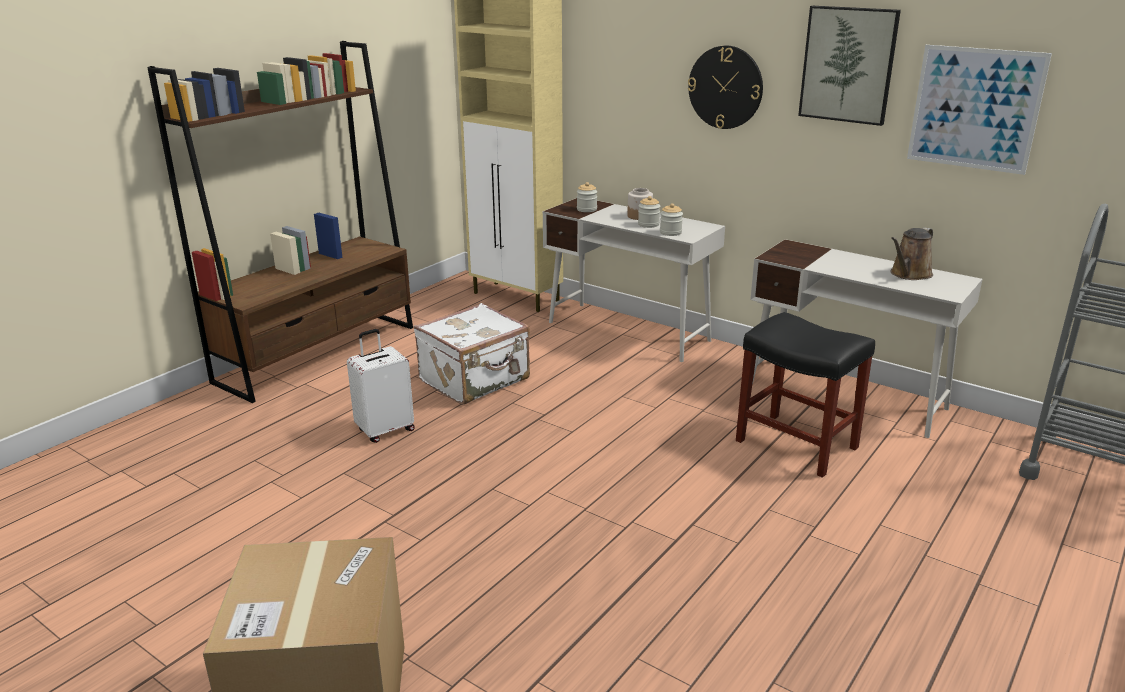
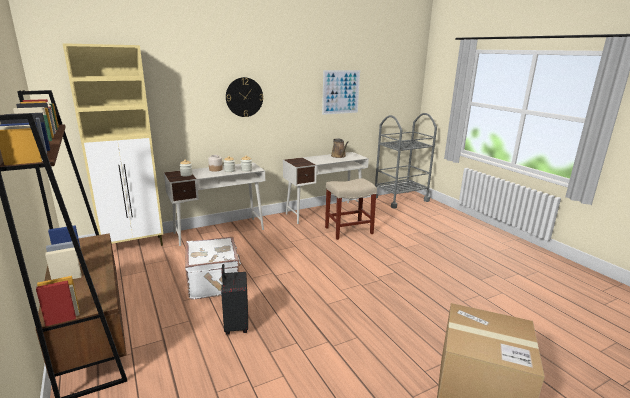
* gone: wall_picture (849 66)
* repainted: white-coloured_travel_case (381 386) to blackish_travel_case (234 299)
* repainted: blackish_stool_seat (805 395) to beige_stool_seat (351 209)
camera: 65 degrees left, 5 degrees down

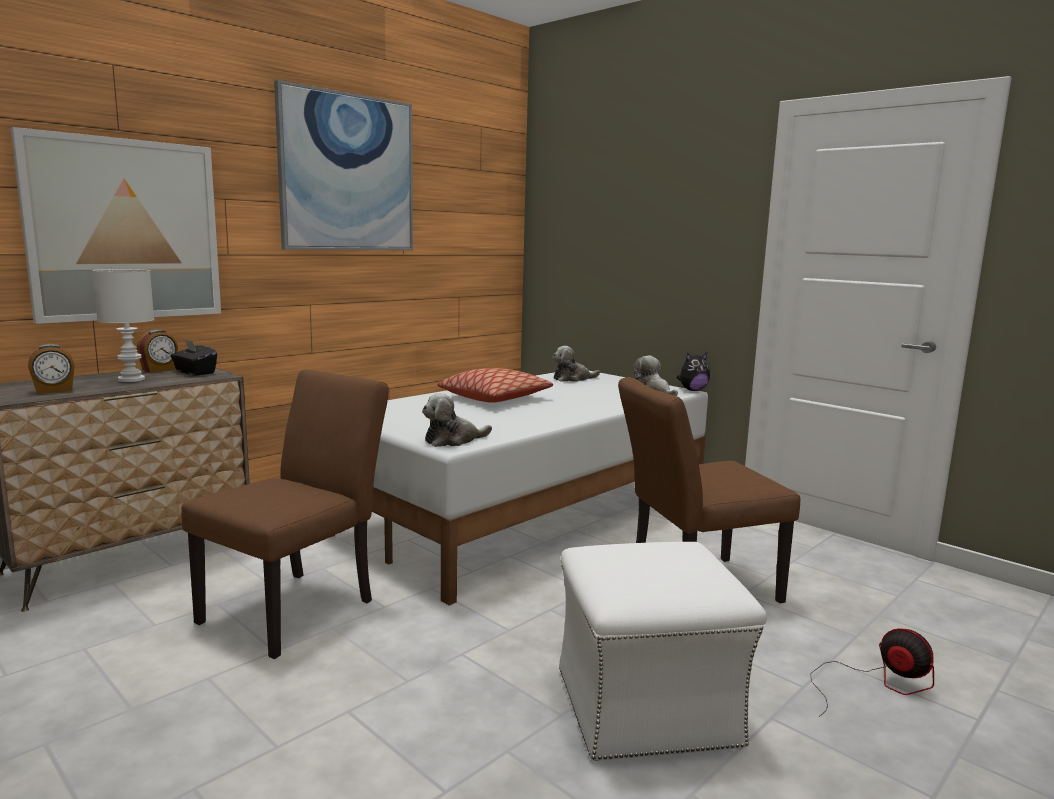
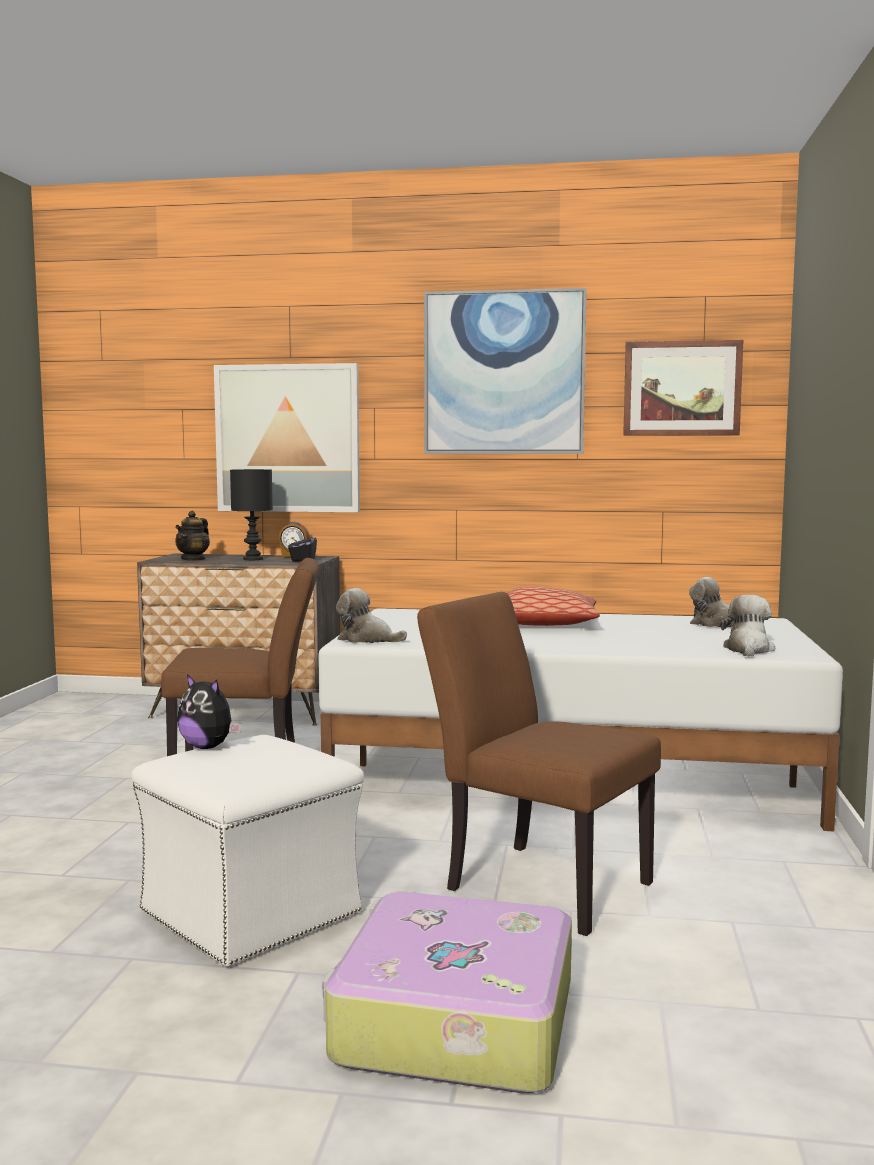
* new: wall_picture (683 388)
* shifted: cuddly_toy (693 372) to (209 711)
* swapped: bedside_clock (51 369) to pot_for_tea (192 536)
* swapped: electric_fan (872 672) to travel_case (447 992)
* repainted: white-coloured_tabletop_lamp (123 325) to blackish_tabletop_lamp (251 514)
camera: 55 degrees right, 5 degrees down

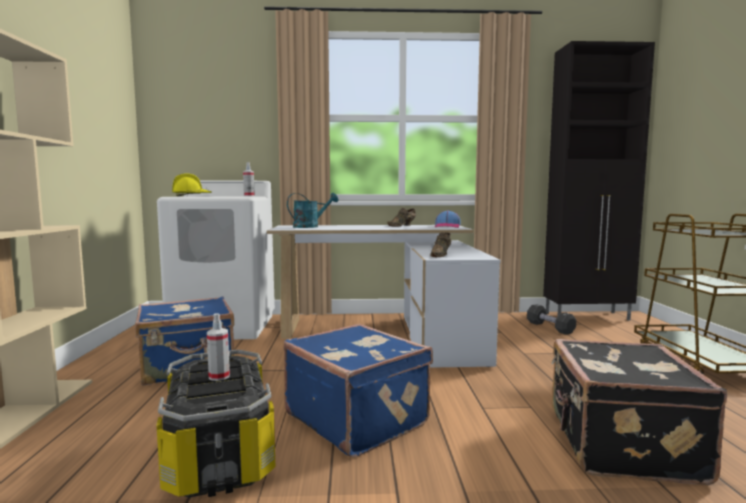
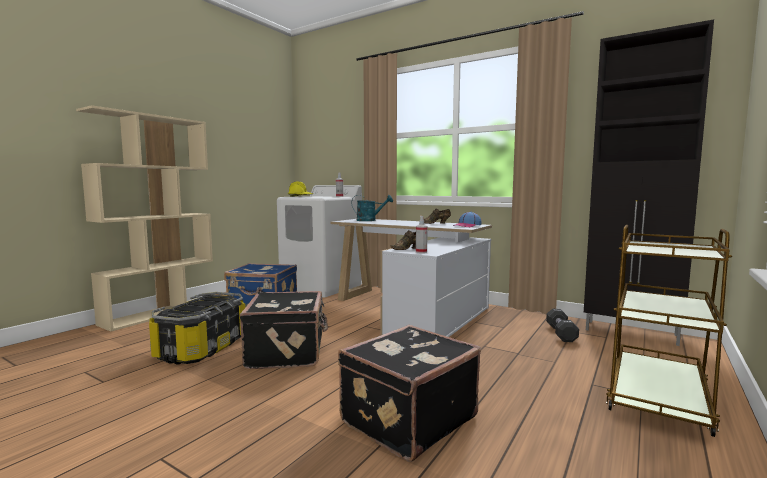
* shifted: spray_bottle (218 347) to (422 234)
* repainted: bluish_travel_case (358 390) to blackish_travel_case (284 330)
camera: 35 degrees right, 0 degrees up

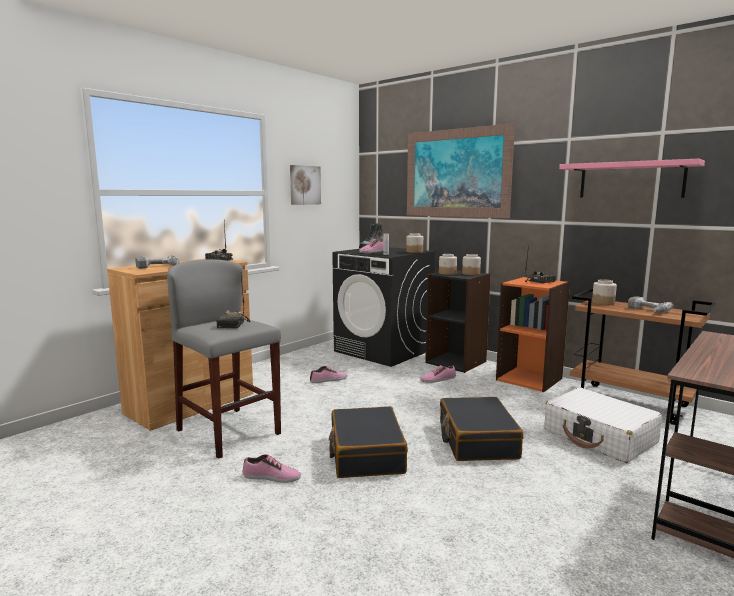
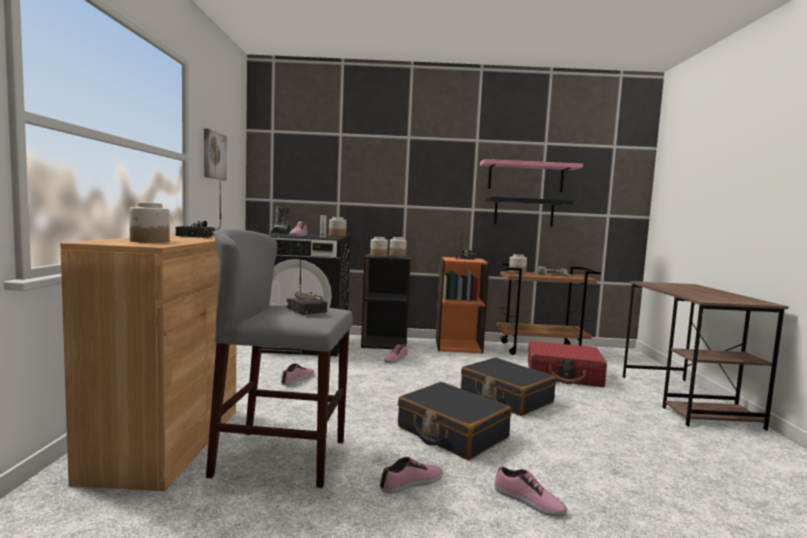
* gone: wall_picture (461 170)
* new: blackish_wall_shelf (529 212)
* new: low_shoe (531 492)
* swapped: power_drill (157 262) to jar (149 222)
* repainted: white-coloured_travel_case (603 425) to red-coloured_travel_case (567 364)
camera: 40 degrees left, 5 degrees down

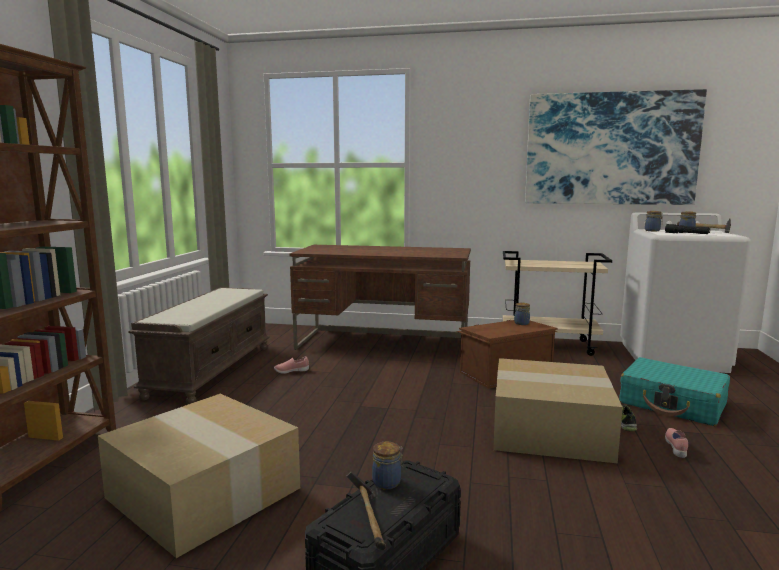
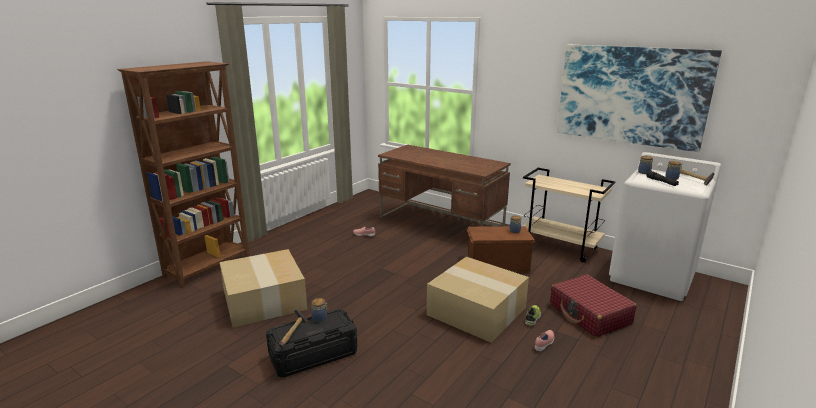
* gone: brown-coloured_long_seat (199 345)
* repainted: turquoise-coloured_travel_case (675 391) to red-coloured_travel_case (593 305)
camera: 25 degrees right, 10 degrees up

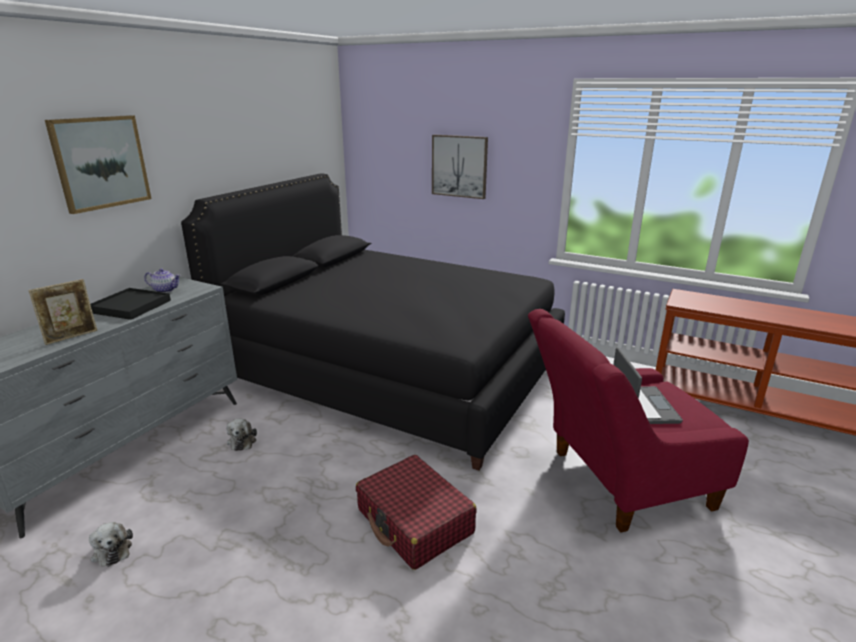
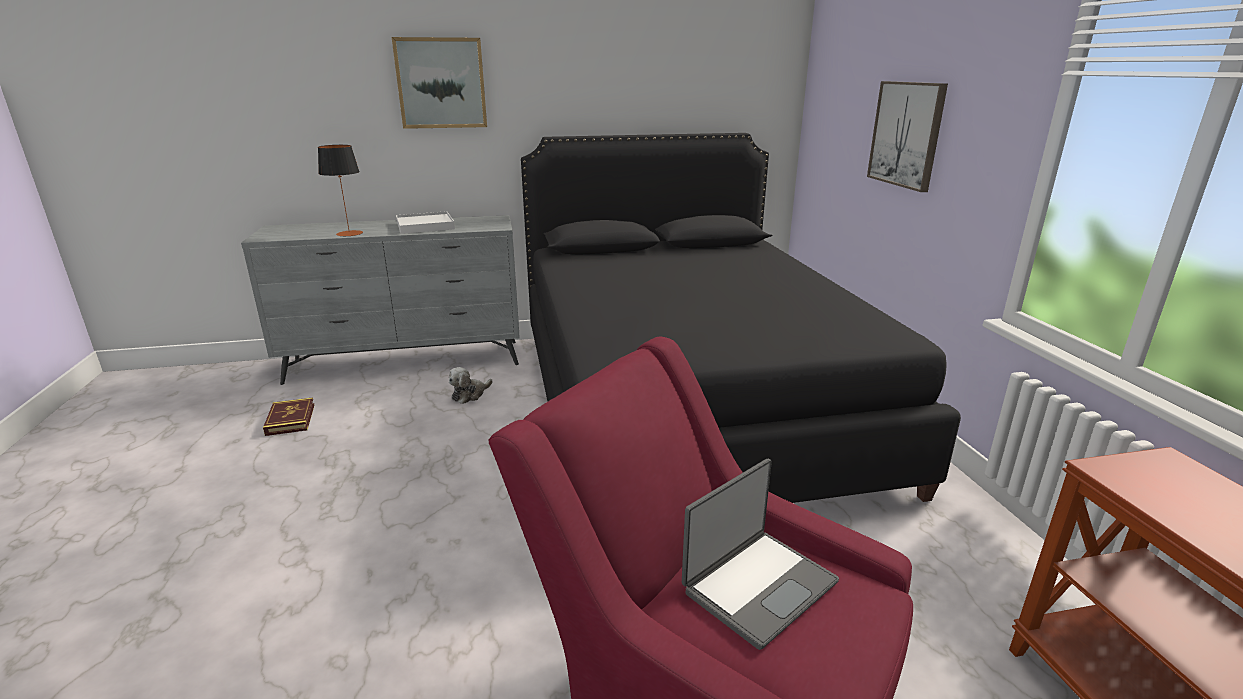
* gone: pot_for_tea (162 281)
* gone: red-coloured_travel_case (416 512)
* swapped: picture_frame (63 312) to tabletop_lamp (340 190)
* swapped: cuddly_toy (111 544) to bound_book (288 416)
* repainted: blackish_carrying_tray (130 304) to white-coloured_carrying_tray (425 222)
camera: 50 degrees right, 0 degrees up

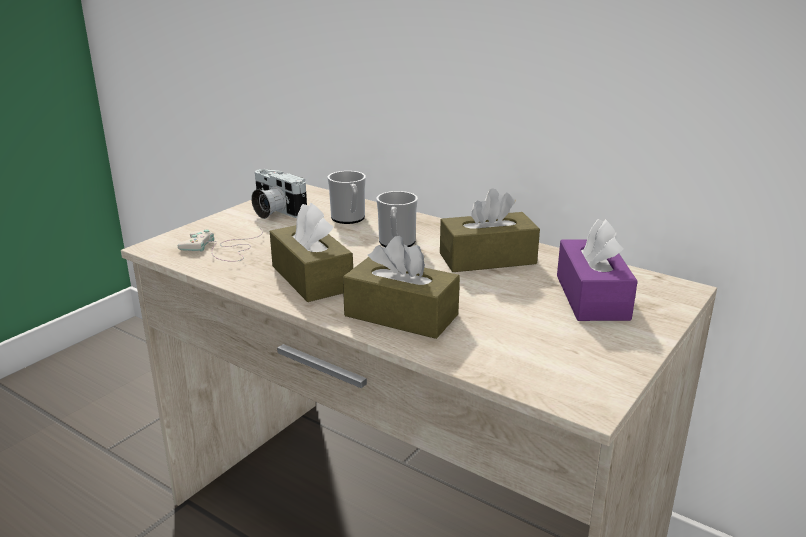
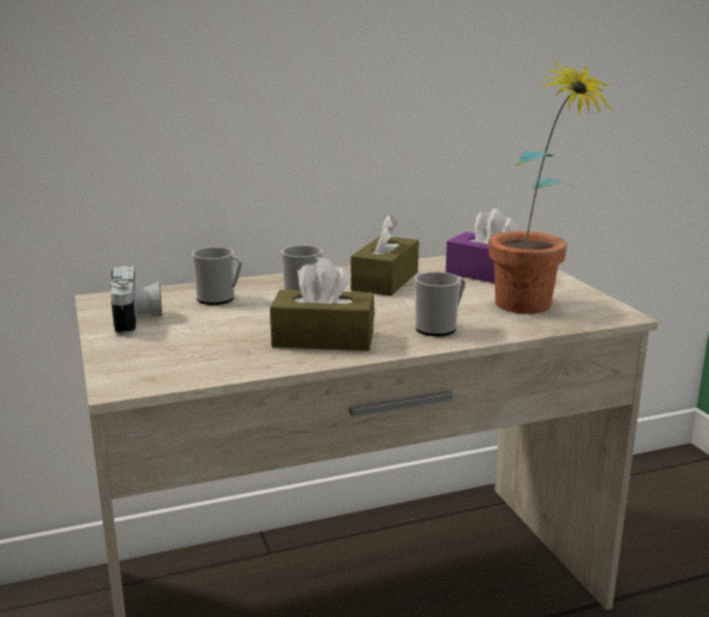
* gone: white-coloured_joypad (220 245)
* new: houseplant (551 187)
* swapped: brown-coloured_tissue_box (401 287) to coffee_mug (440 304)
* rotated: still_camera (279 194) = (136 300) 90 degrees counterclockwise
camera: 55 degrees left, 5 degrees down

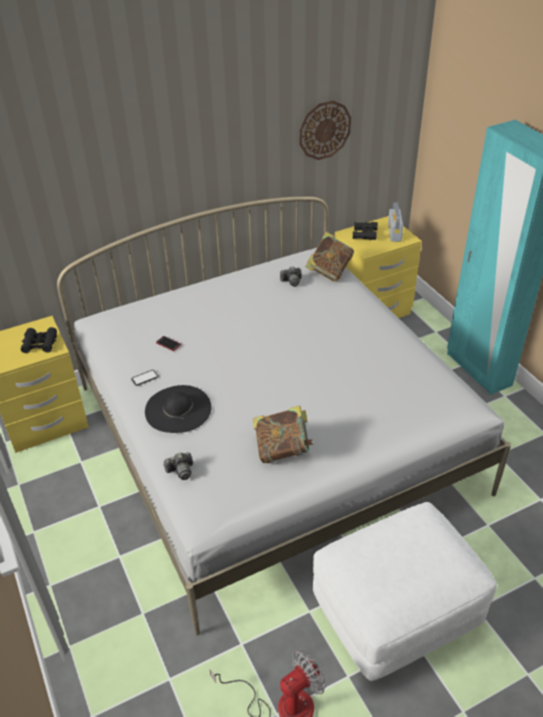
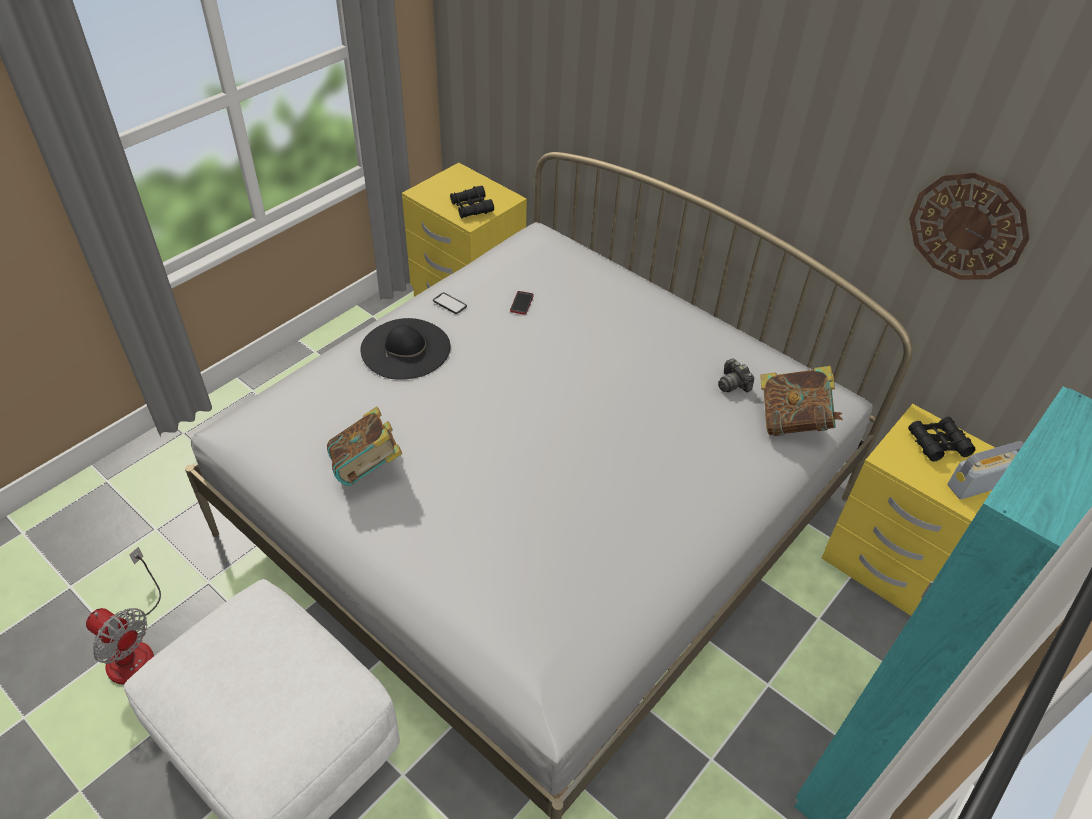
* gone: still_camera (178 466)
camera: 65 degrees right, 5 degrees up

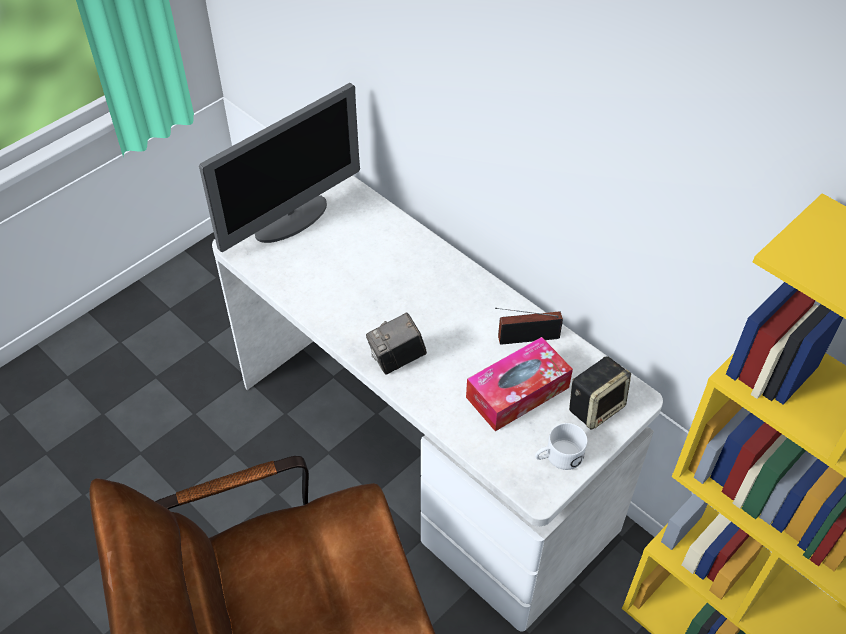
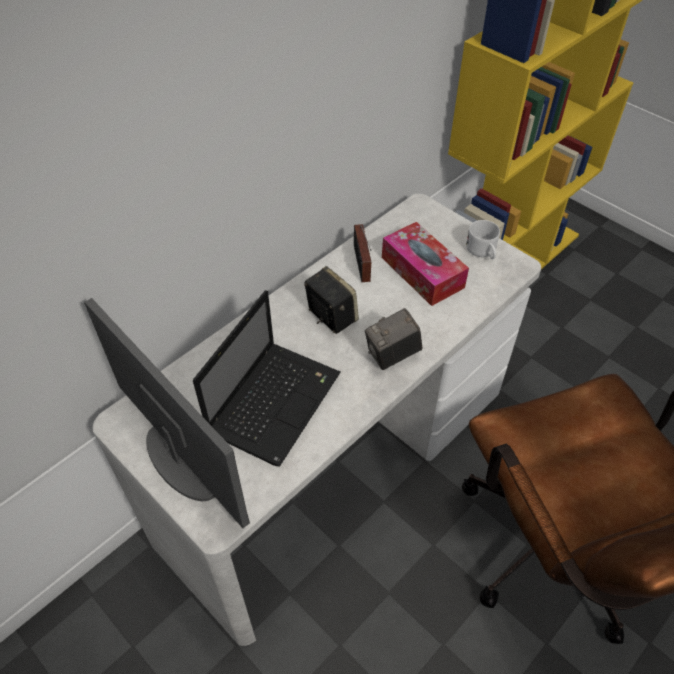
* new: notebook_computer (266 378)
* shifted: speaker (600 393) to (331 300)
* rotated: still_camera (396 344) = (393 339) 90 degrees clockwise
camera: 90 degrees left, 0 degrees up

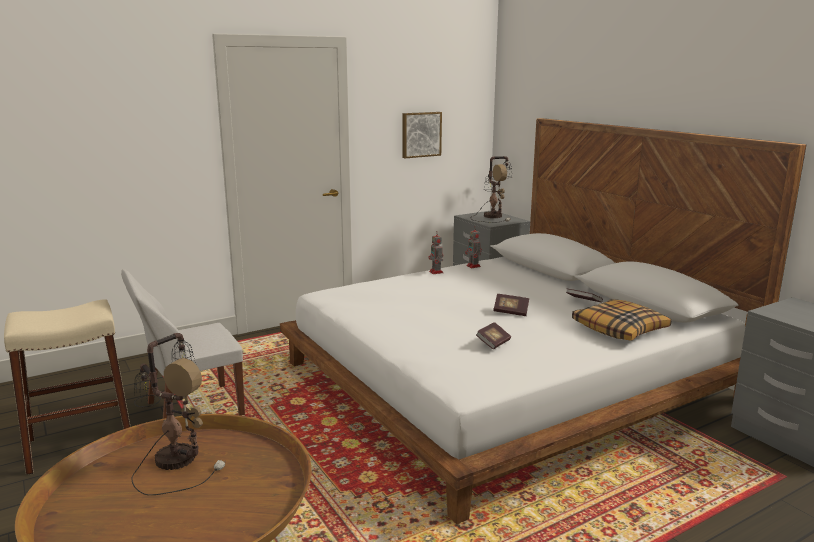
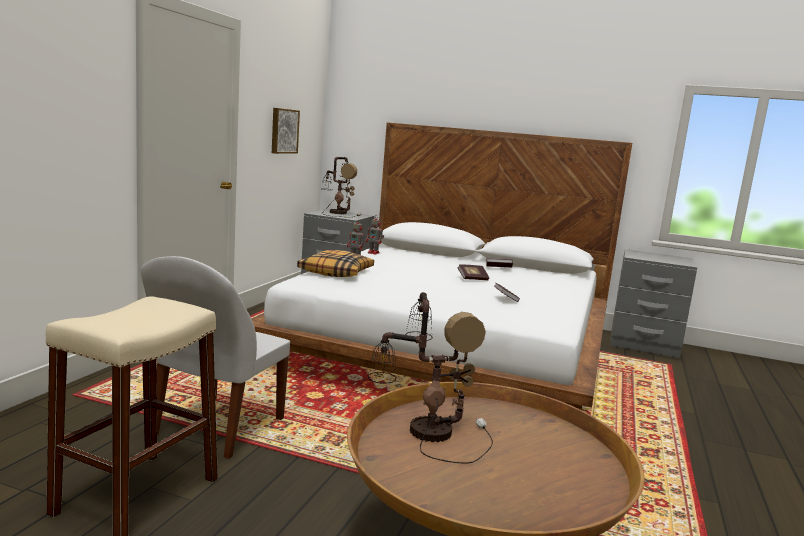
* shifted: throw_pillow (621 320) to (335 263)
camera: 40 degrees left, 5 degrees down

